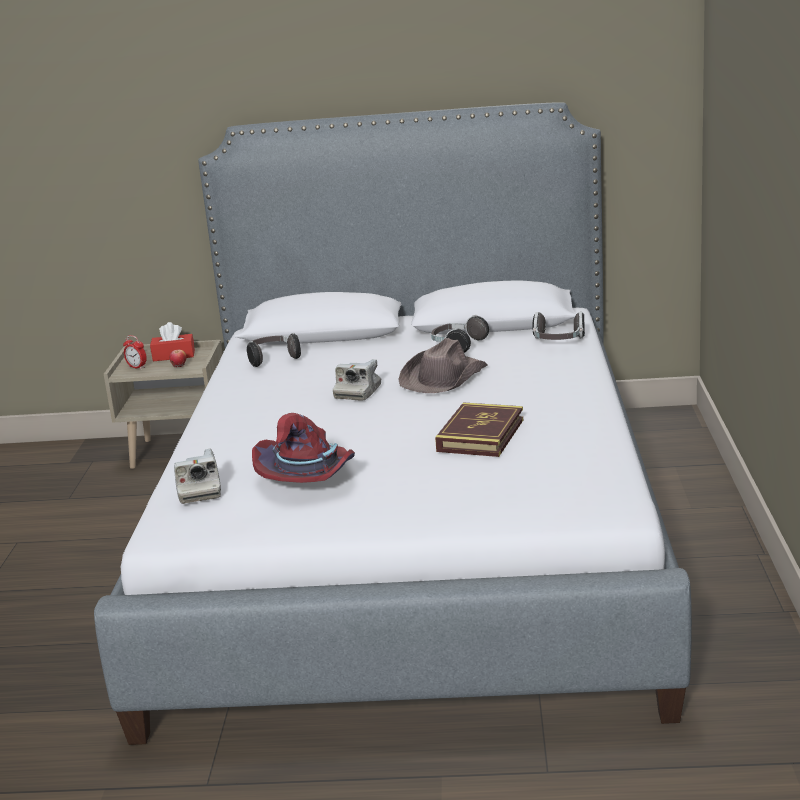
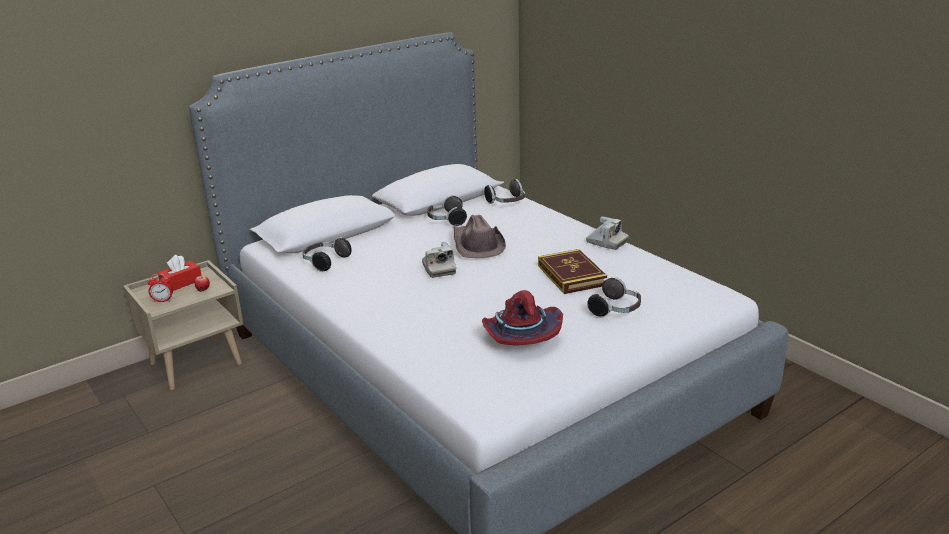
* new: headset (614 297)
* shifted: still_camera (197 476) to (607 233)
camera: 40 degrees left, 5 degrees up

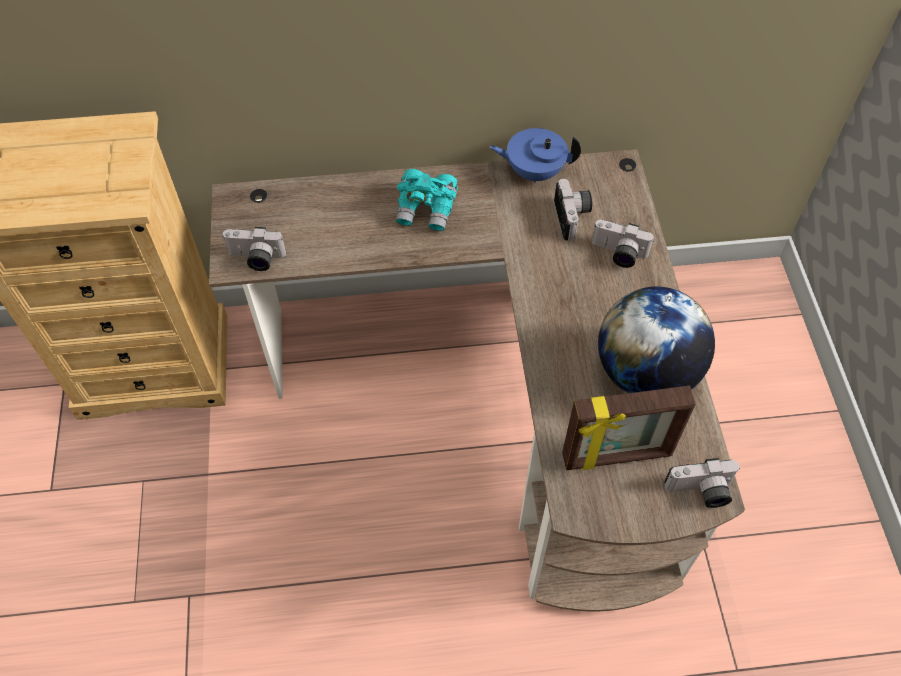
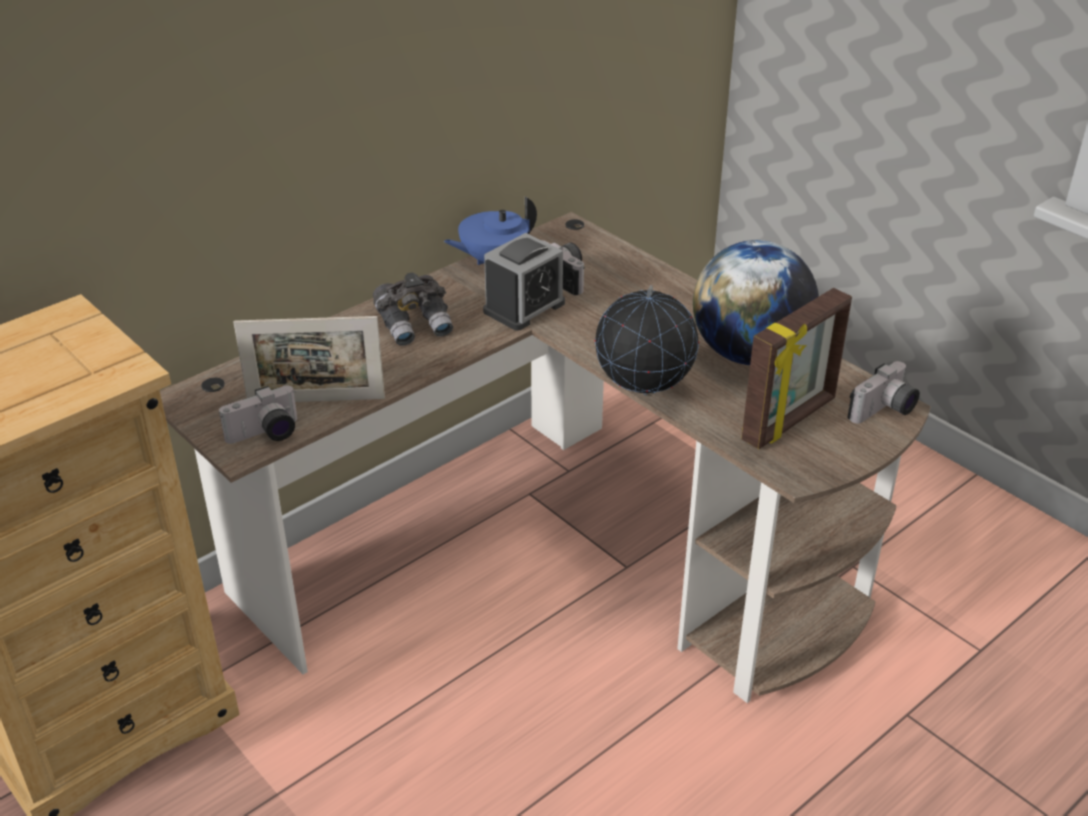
* gone: still_camera (623 244)
* new: picture_frame (309 359)
* new: bedside_clock (524 282)
* new: globe (647 340)
* repainted: turquoise-coloured_binoculars (427 200) to greyish_binoculars (413 309)
camera: 35 degrees left, 20 degrees down

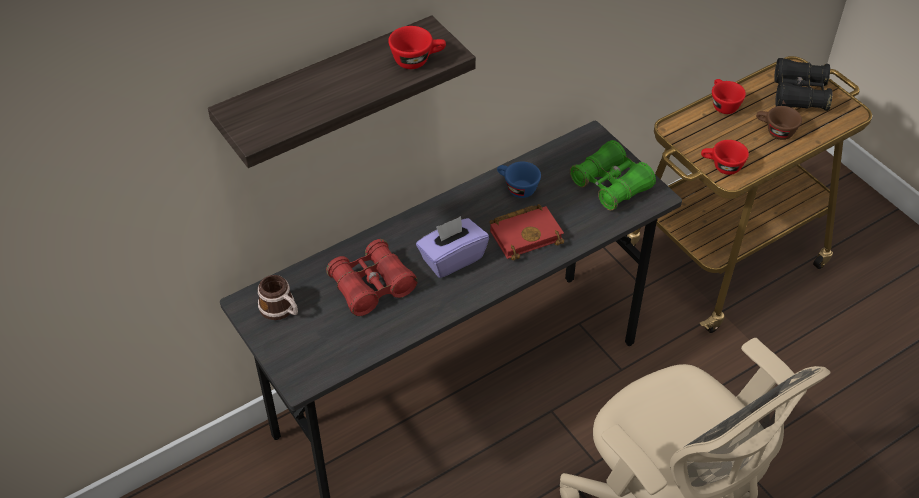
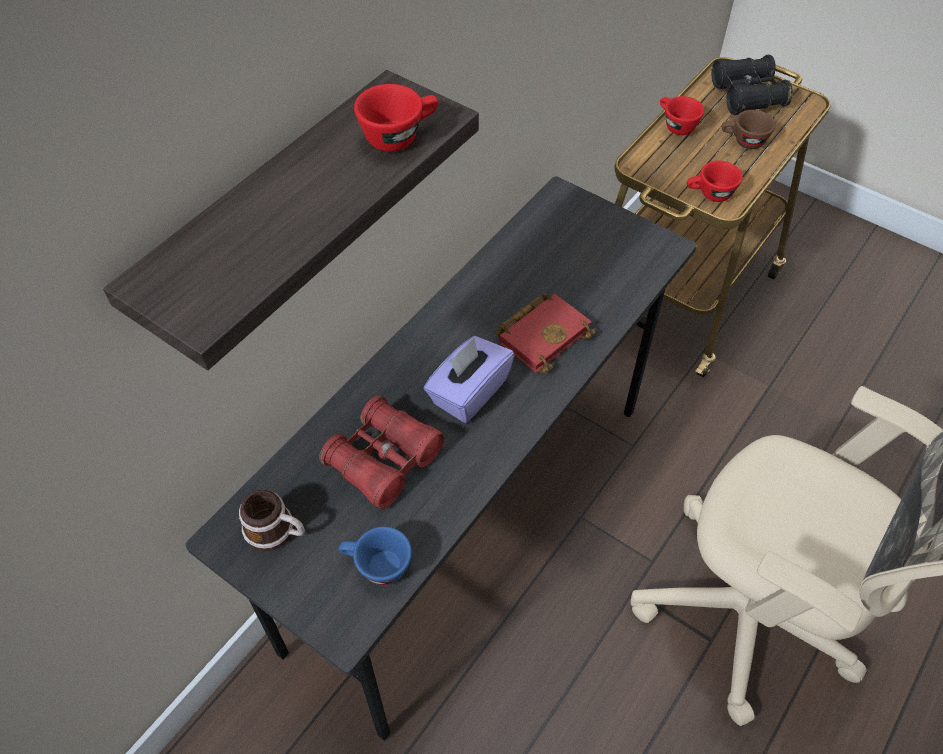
* gone: greenish_binoculars (613 175)
* shifted: bluish_small_cup (519 179) to (375 556)
camera: 20 degrees left, 5 degrees up

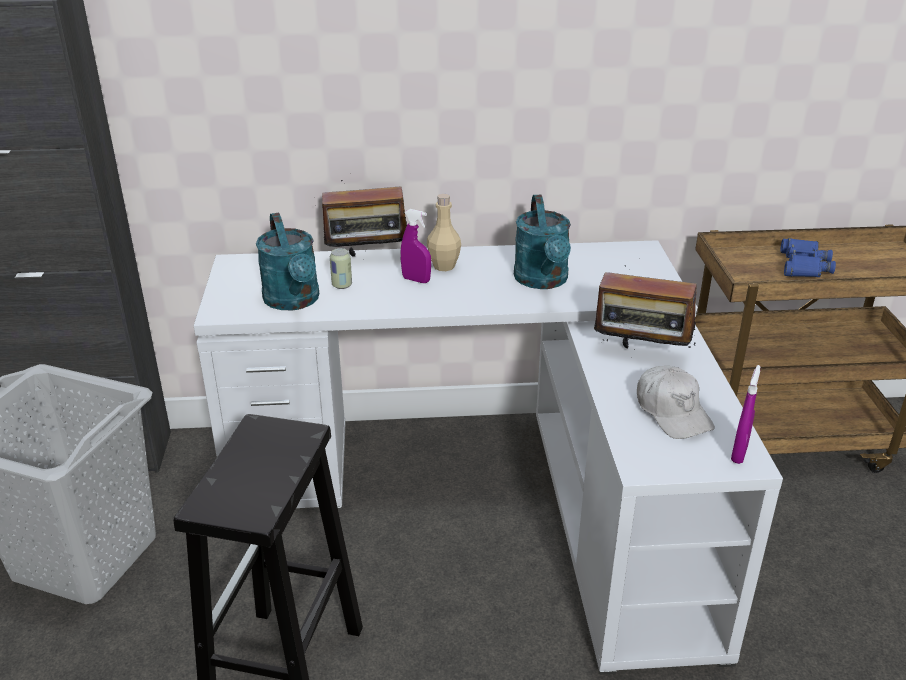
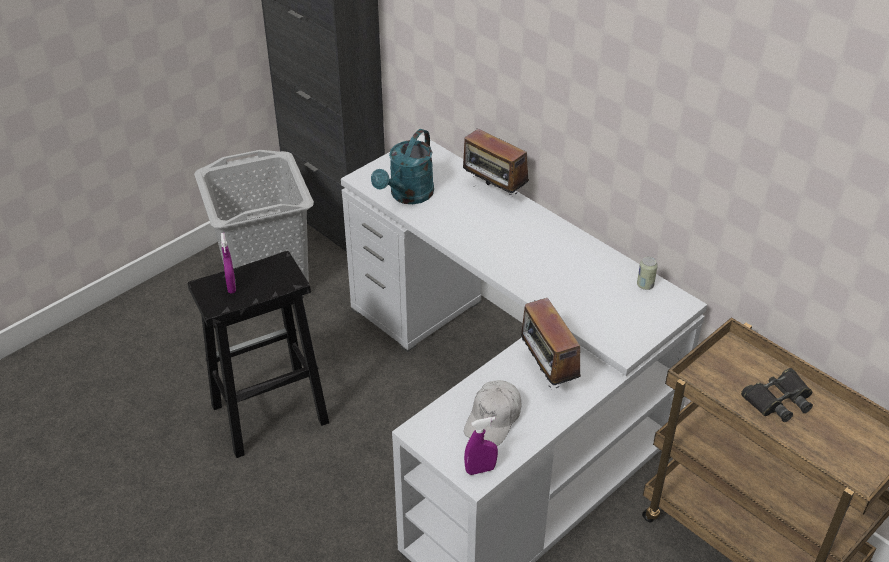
* gone: beige_drink_bottle (444 232)
* gone: turquoise-coloured_watering_can (542 242)
* shifted: metal_can (341 268) to (647 273)
* shifted: purplish_spray_bottle (415 246) to (228 263)
* repainted: bluish_binoculars (808 257) to blackish_binoculars (777 395)
camera: 50 degrees right, 10 degrees up

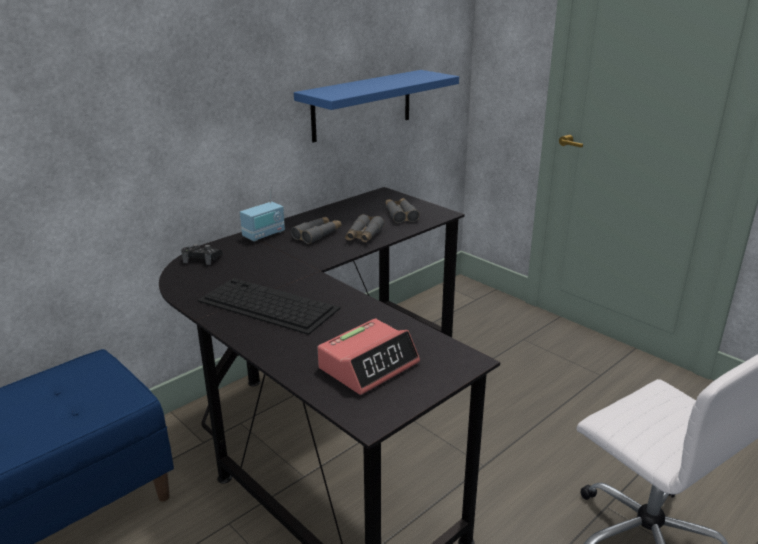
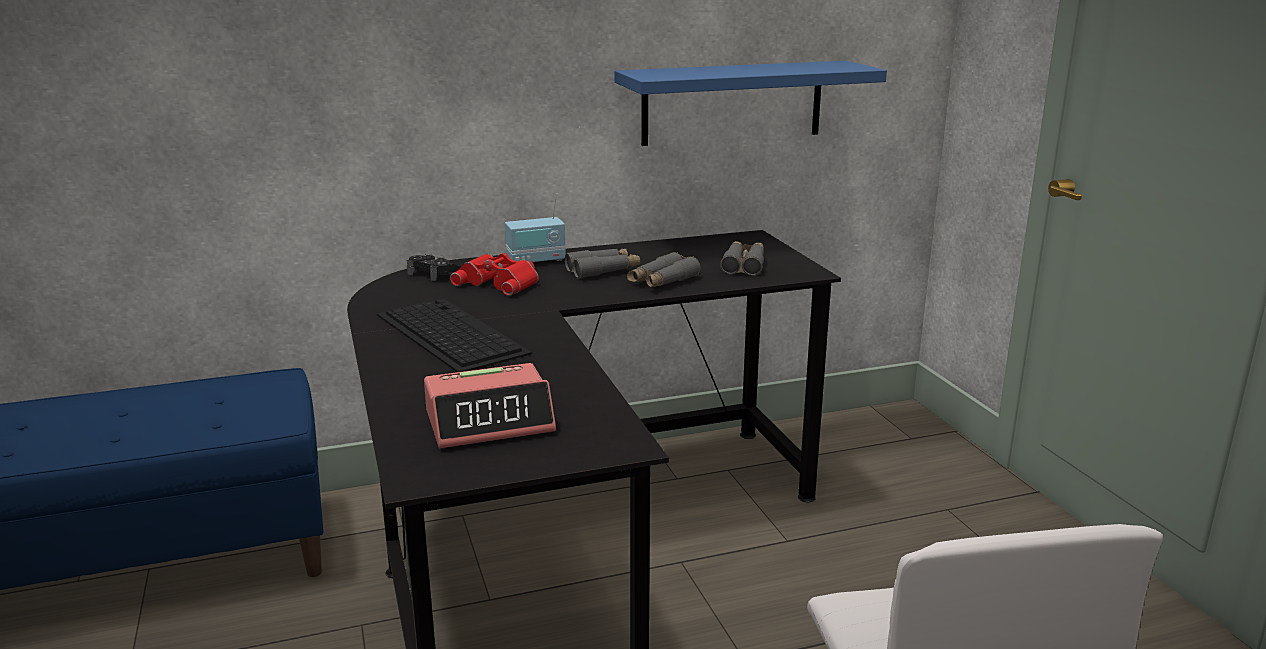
* new: red-coloured_binoculars (494 274)
camera: 25 degrees right, 5 degrees down

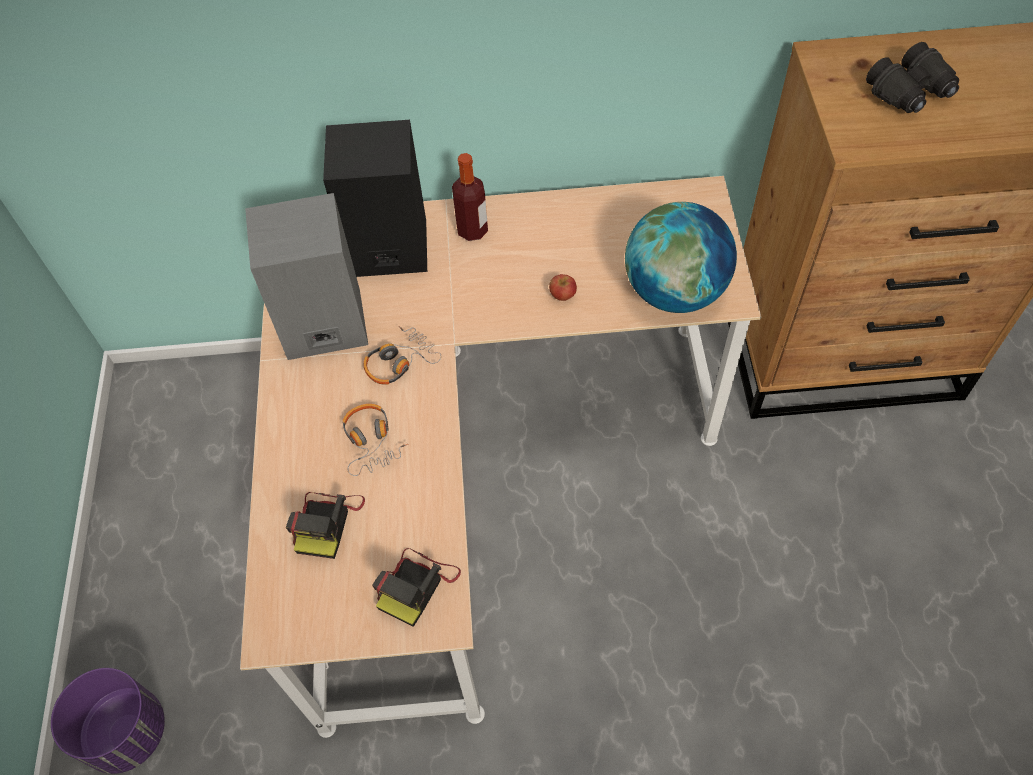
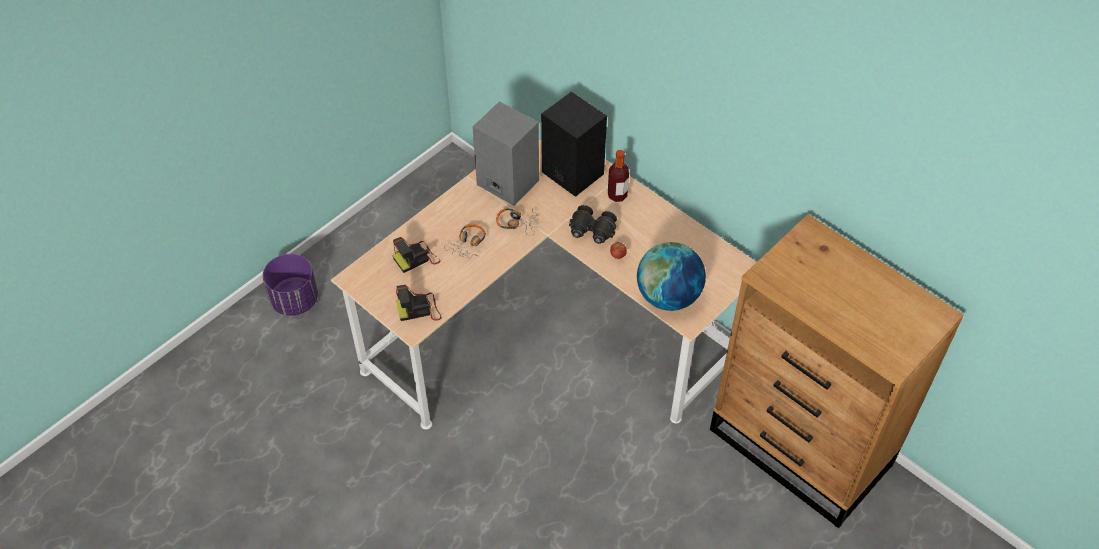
* shifted: blackish_binoculars (912 77) to (593 224)
camera: 45 degrees right, 5 degrees down

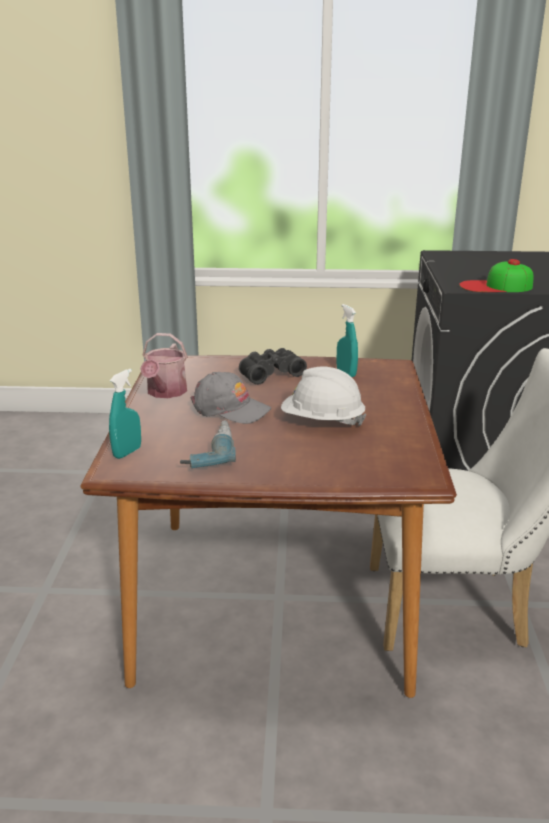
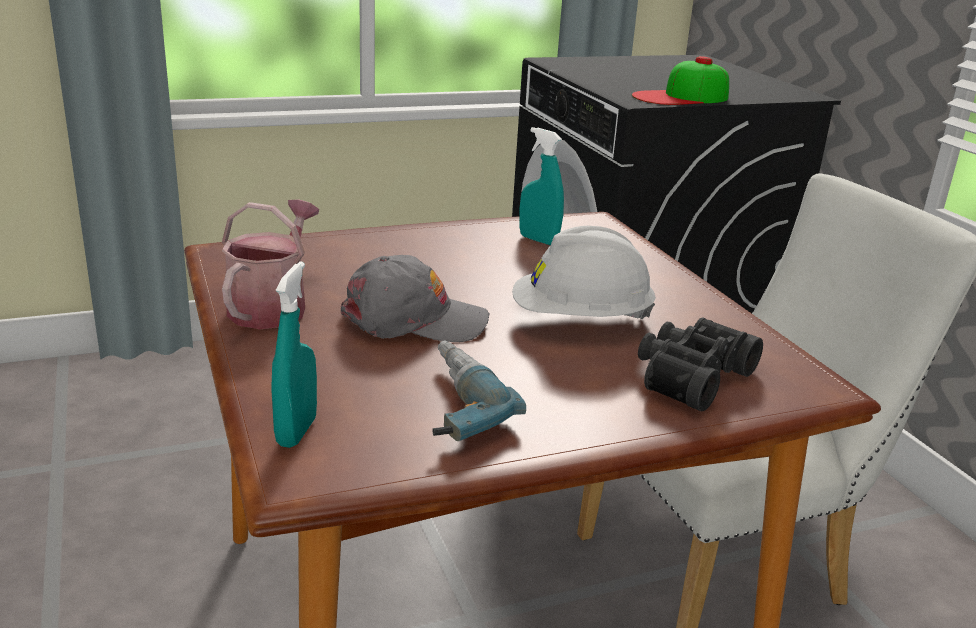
* shifted: blackish_binoculars (273 366) to (700 364)
* rotated: watering_can (164 365) = (270 264) 150 degrees counterclockwise
camera: 25 degrees left, 0 degrees up

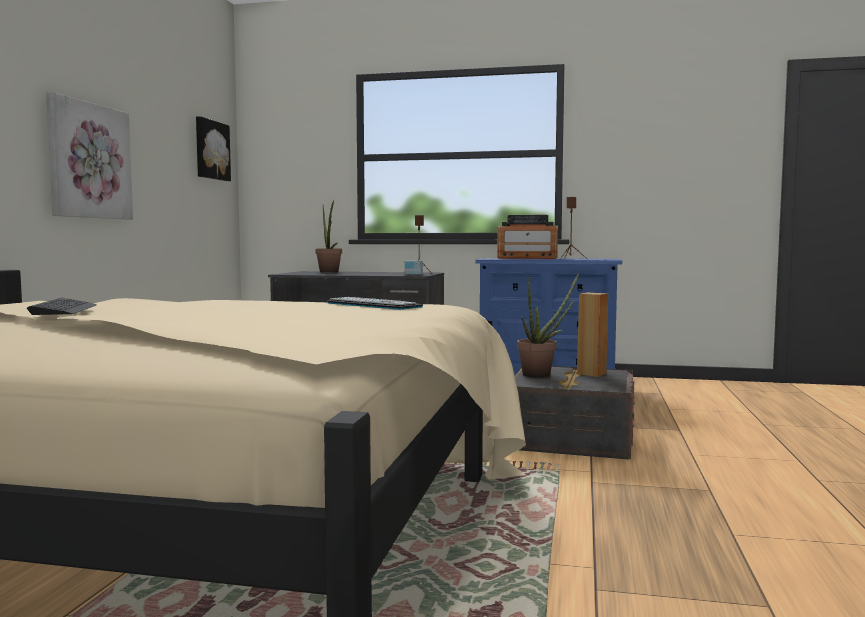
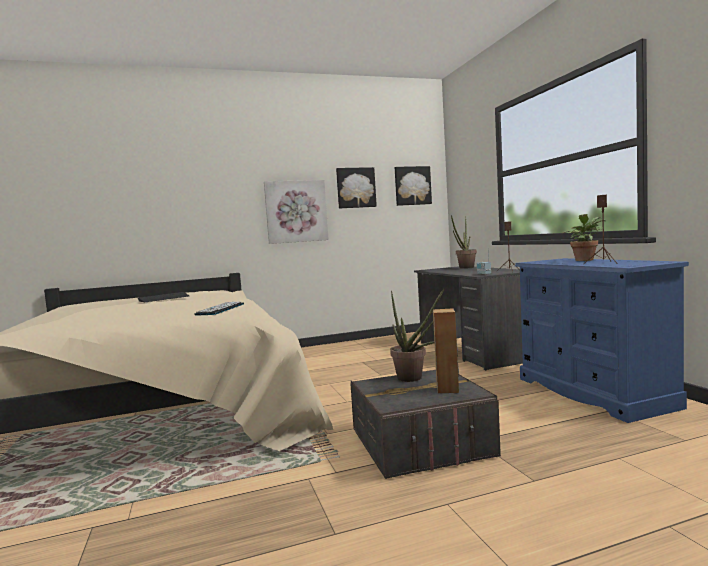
* new: wall_picture (356 187)
* swapped: radio_receiver (527 237) to houseplant (584 237)
camera: 60 degrees right, 0 degrees up

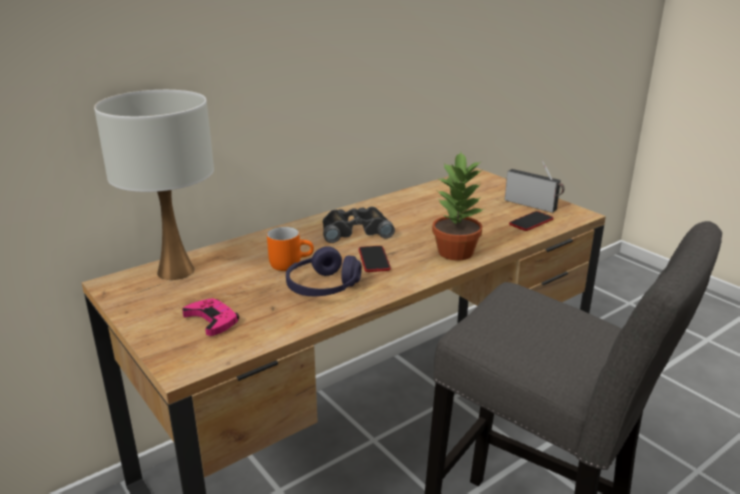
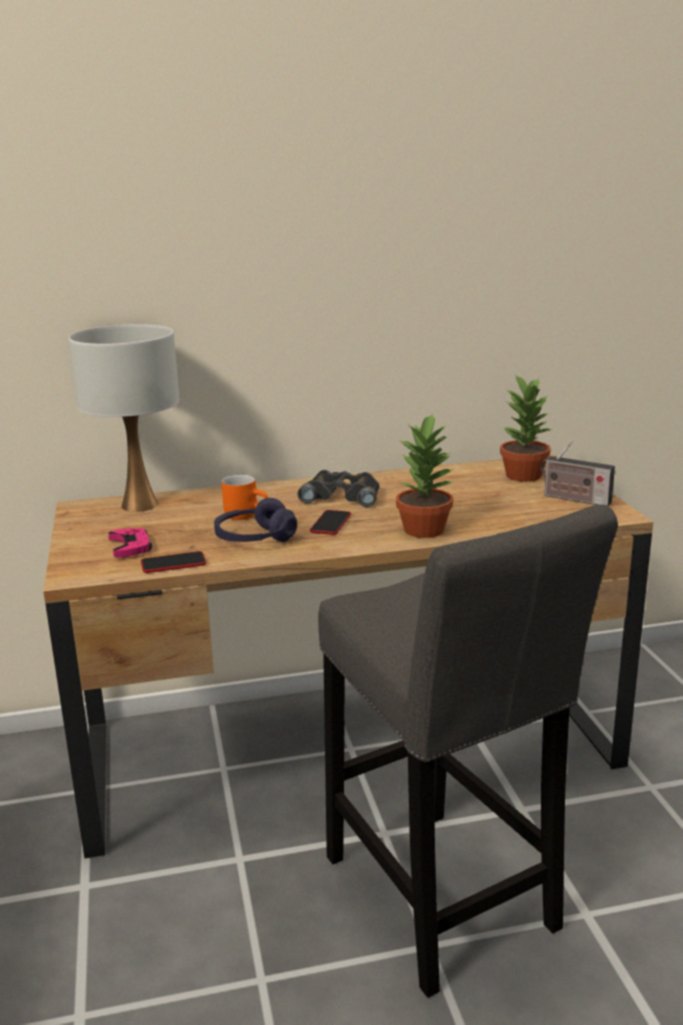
* new: houseplant (526 428)
* shifted: handset (531 221) to (173 562)
* rotated: radio_receiver (535 187) = (577 473) 150 degrees clockwise
camera: 25 degrees right, 5 degrees down

